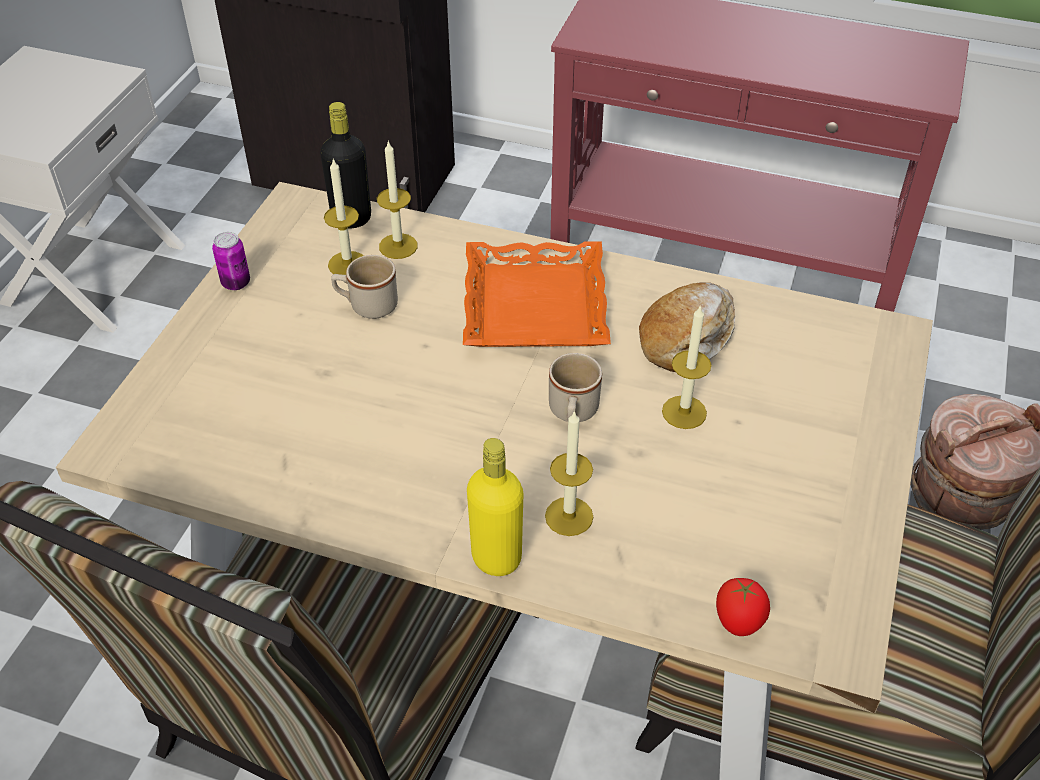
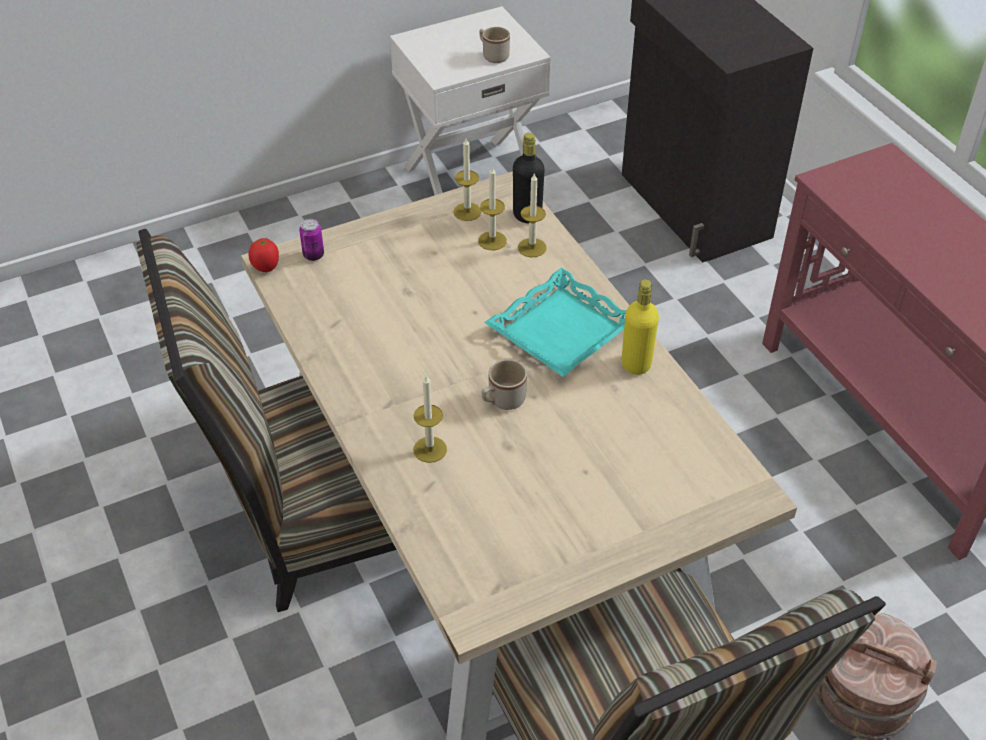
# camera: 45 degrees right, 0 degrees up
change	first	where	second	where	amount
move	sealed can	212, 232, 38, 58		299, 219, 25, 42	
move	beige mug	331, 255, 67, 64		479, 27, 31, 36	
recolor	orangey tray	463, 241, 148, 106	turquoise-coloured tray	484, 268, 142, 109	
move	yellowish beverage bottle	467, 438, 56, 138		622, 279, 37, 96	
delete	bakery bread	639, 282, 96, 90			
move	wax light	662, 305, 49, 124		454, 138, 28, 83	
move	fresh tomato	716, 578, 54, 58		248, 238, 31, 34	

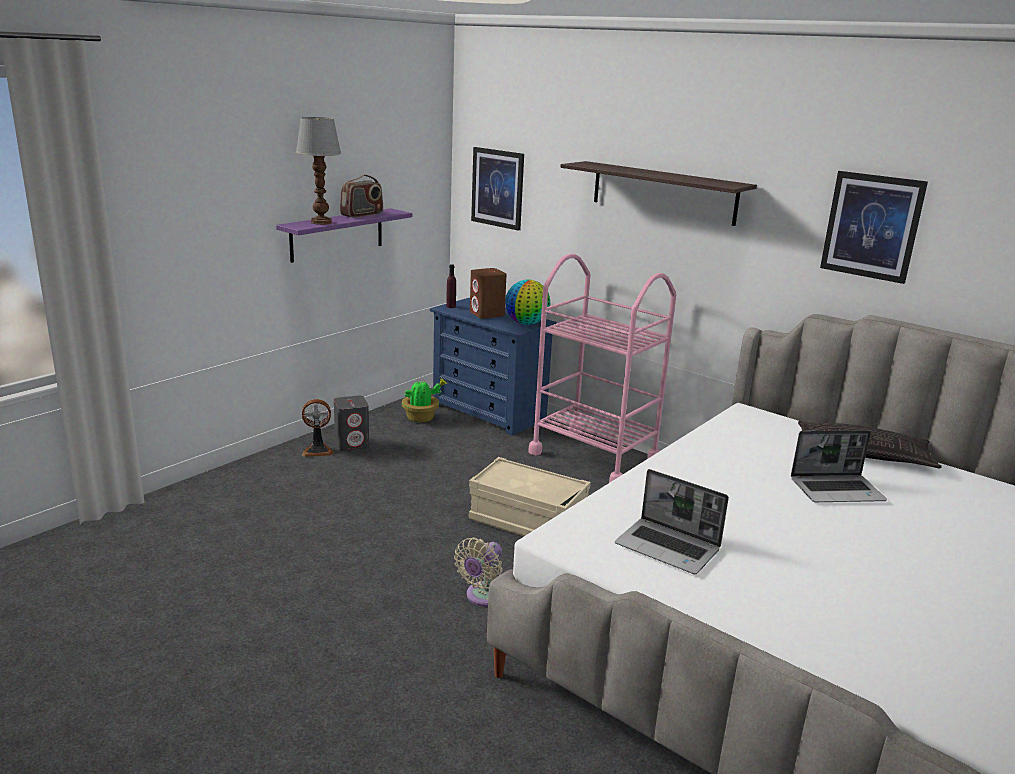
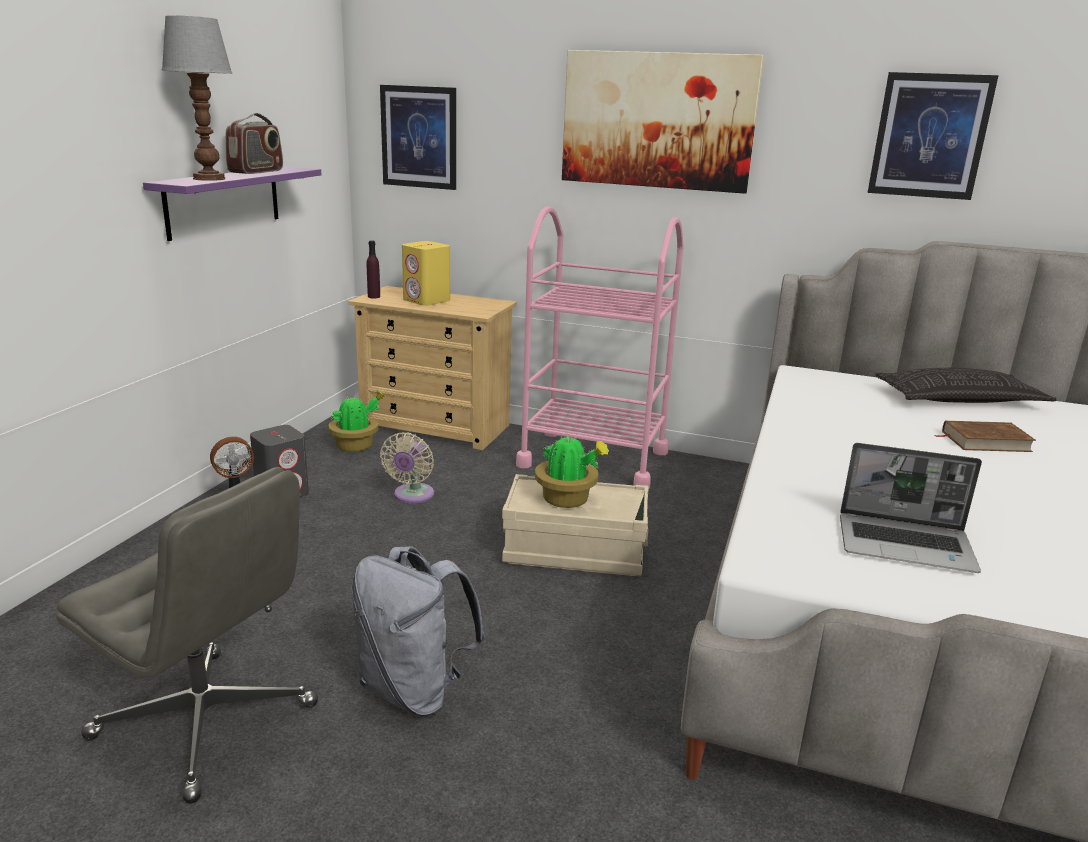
# camera: 20 degrees left, 0 degrees up
change	first	where	second	where	amount
recolor	blue-coloured chest of drawers	430, 298, 127, 138	beige chest of drawers	348, 286, 169, 164	
move	beige cooling fan	454, 537, 48, 70		380, 432, 54, 72	
recolor	brown loudspeaker	470, 268, 37, 51	yellowish loudspeaker	402, 241, 48, 65	
delete	globe	505, 279, 45, 46			
replace	bracket shelf	560, 161, 197, 65	wall picture	562, 50, 202, 144	
replace	notebook computer	791, 430, 96, 72	brown bound book	935, 421, 101, 31	
insert			greyish office chair	56, 467, 262, 337	
insert			greyish backpack	352, 546, 134, 170	
insert			potted plant	535, 433, 74, 75	

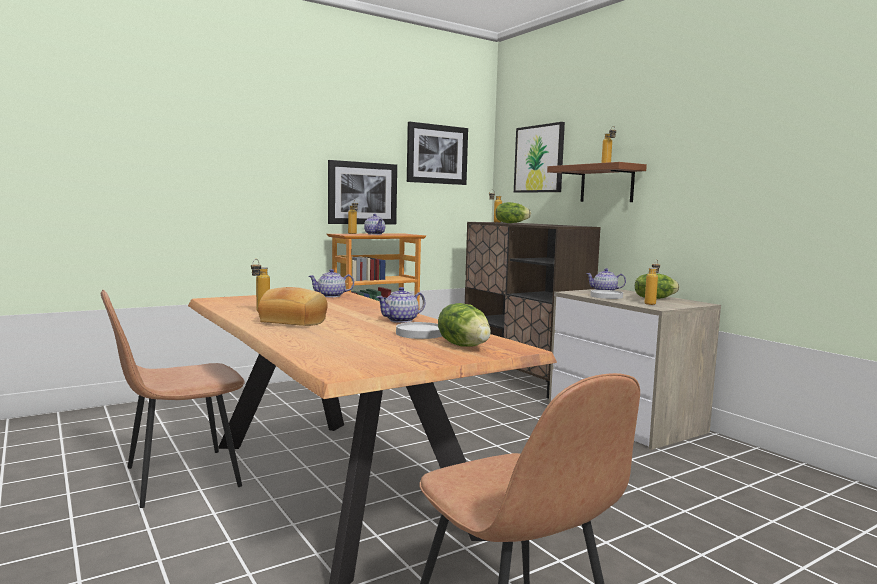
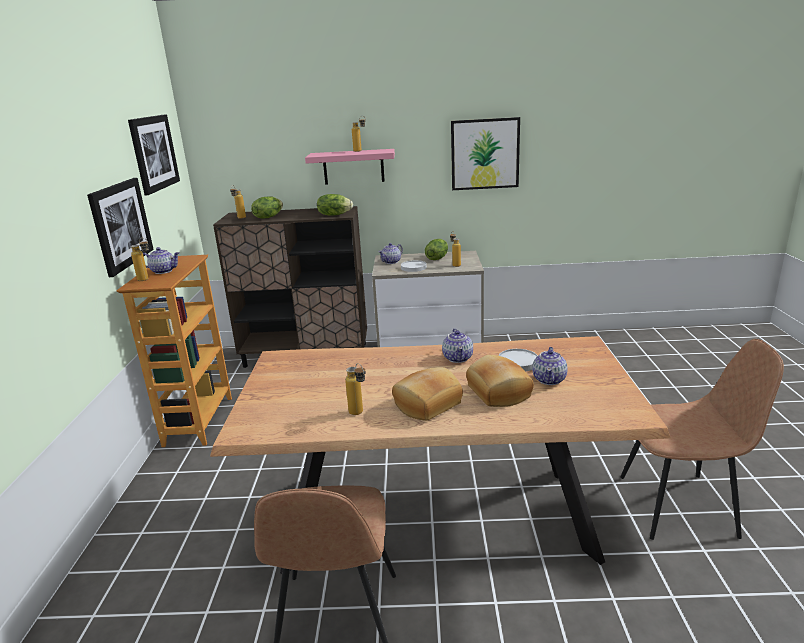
# camera: 55 degrees left, 15 degrees up
change	first	where	second	where	amount
move	pot for tea	308, 269, 46, 28		532, 347, 36, 38	
move	lettuce head	438, 303, 53, 44		317, 194, 36, 22	
move	wall picture	514, 122, 51, 71		451, 117, 69, 73	
recolor	brown bracket shelf	547, 162, 100, 40	pink-coloured bracket shelf	305, 149, 90, 36	
insert			bakery bread	466, 355, 68, 52	

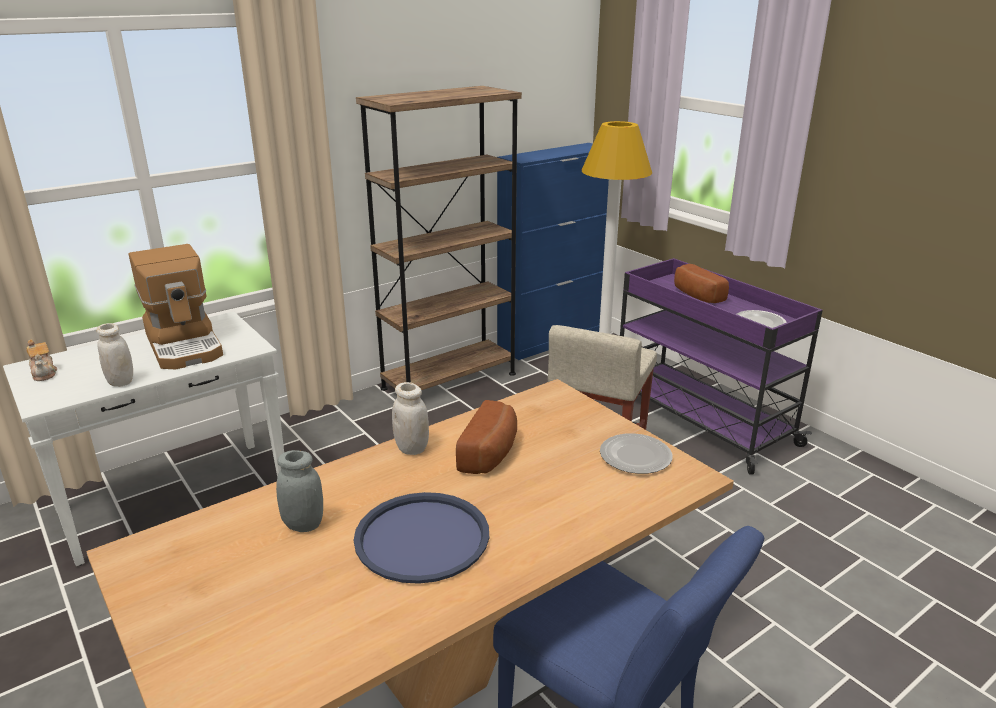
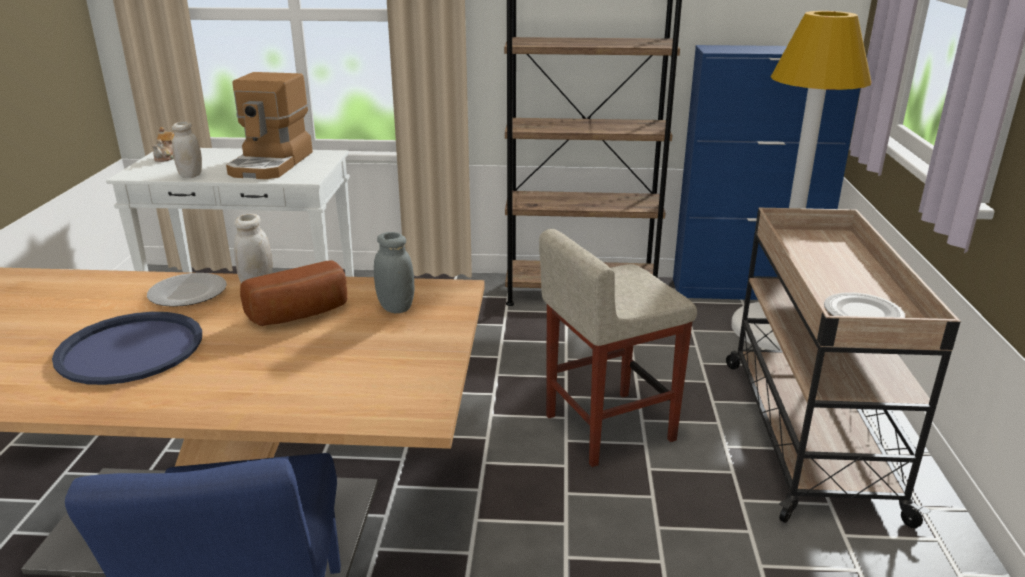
# camera: 40 degrees right, 0 degrees up
change	first	where	second	where	amount
move	greyish jar	276, 450, 47, 82		374, 232, 40, 81	
move	dinner plate	600, 433, 73, 41		147, 273, 80, 34	
recolor	purple cart	620, 258, 203, 217	beige cart	726, 208, 234, 320	
delete	bakery bread	674, 264, 55, 39			

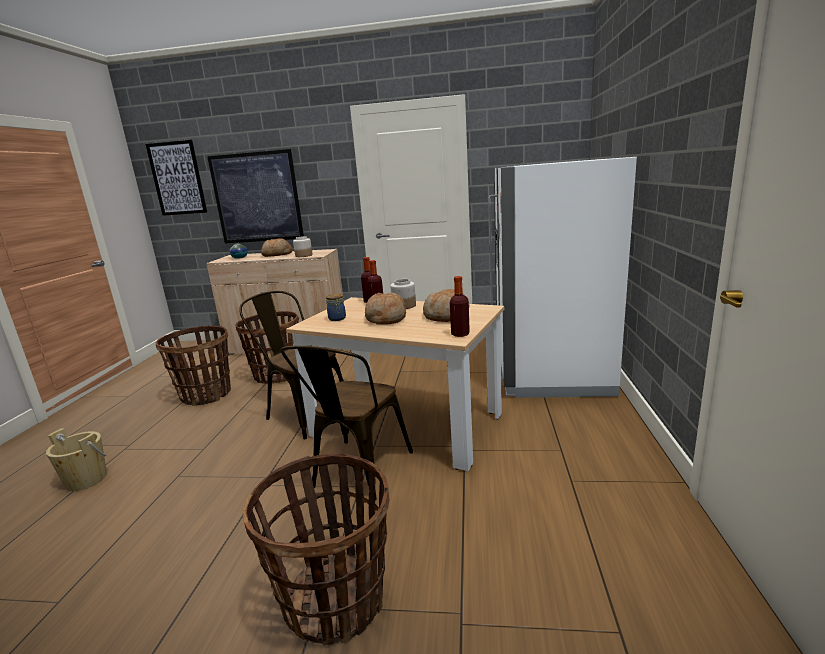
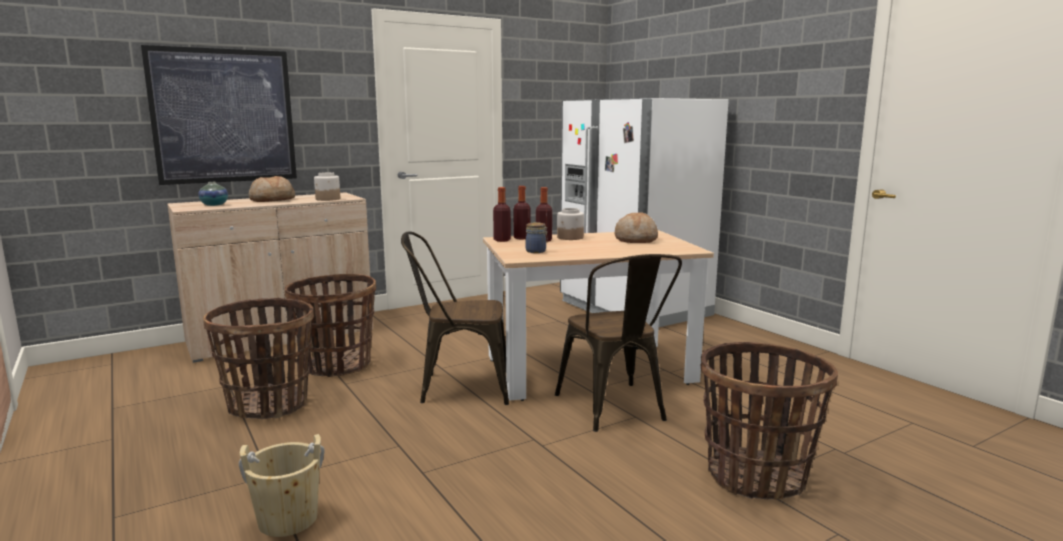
# camera: 40 degrees left, 5 degrees down
change	first	where	second	where	amount
delete	wall picture	146, 140, 61, 76			
delete	bakery bread	365, 293, 41, 32			
move	beverage bottle	450, 276, 20, 61		493, 187, 18, 55	

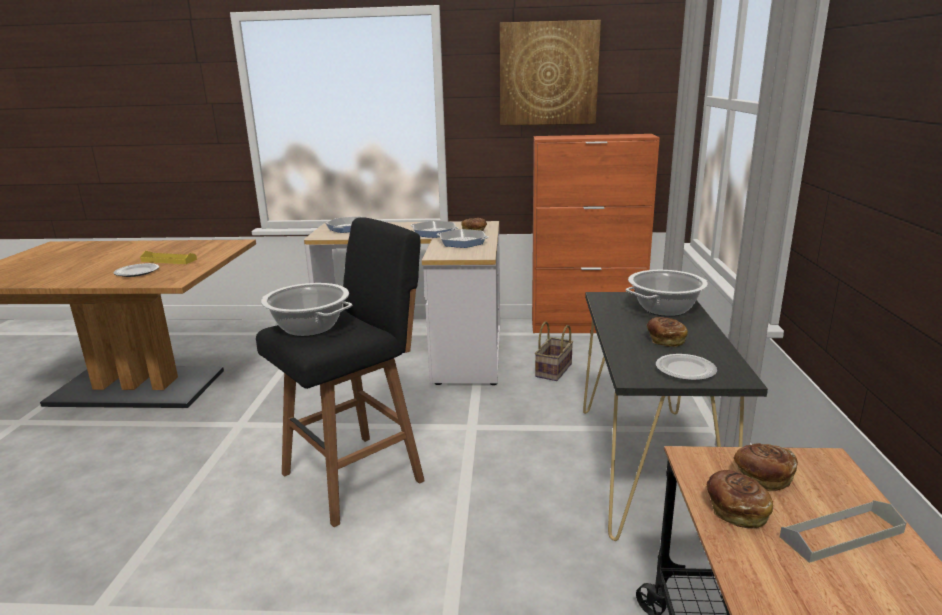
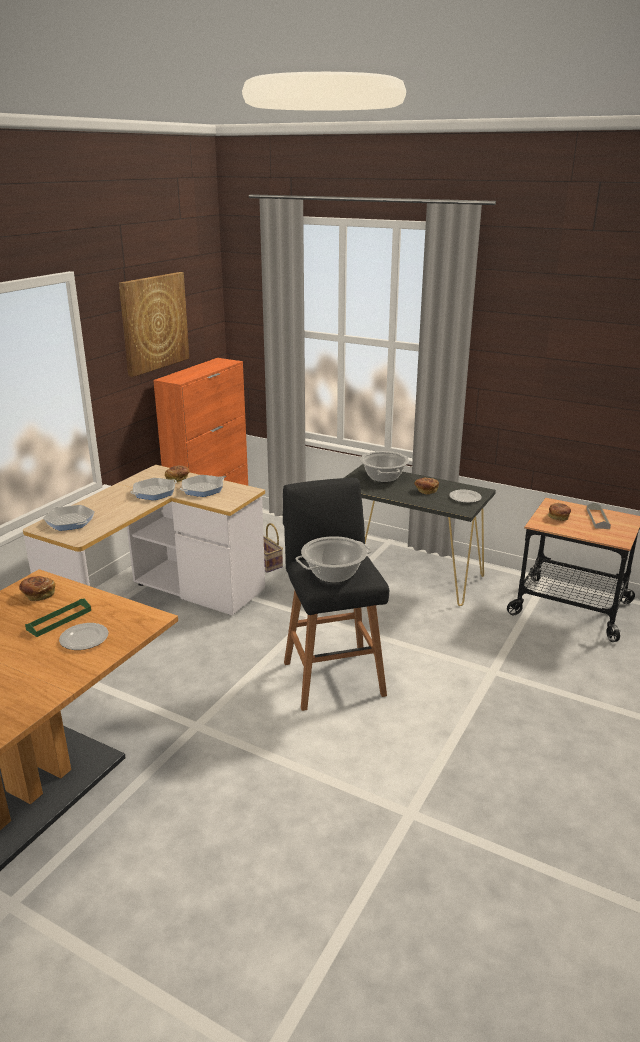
# camera: 65 degrees left, 5 degrees up
change	first	where	second	where	amount
recolor	yellowish tray	140, 251, 57, 13	greenish tray	25, 599, 66, 38	
move	bakery bread	707, 470, 66, 59		19, 576, 36, 25	

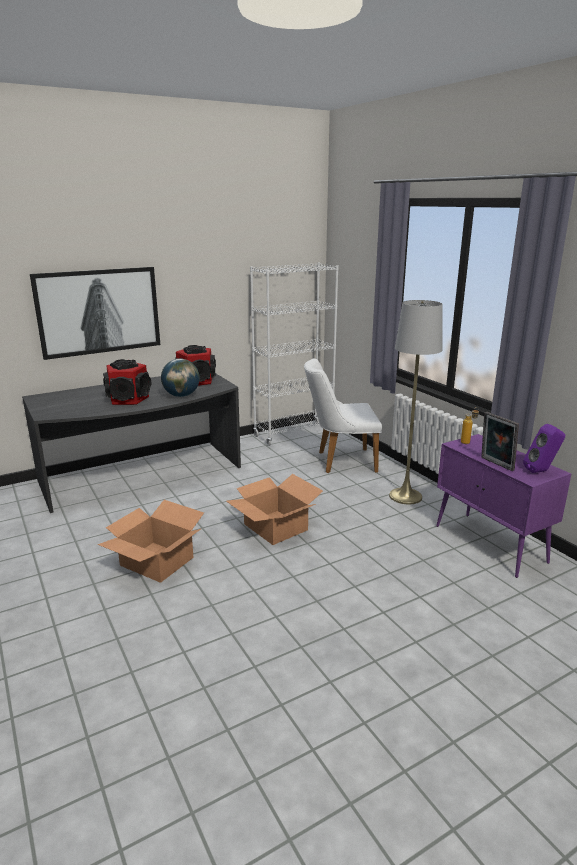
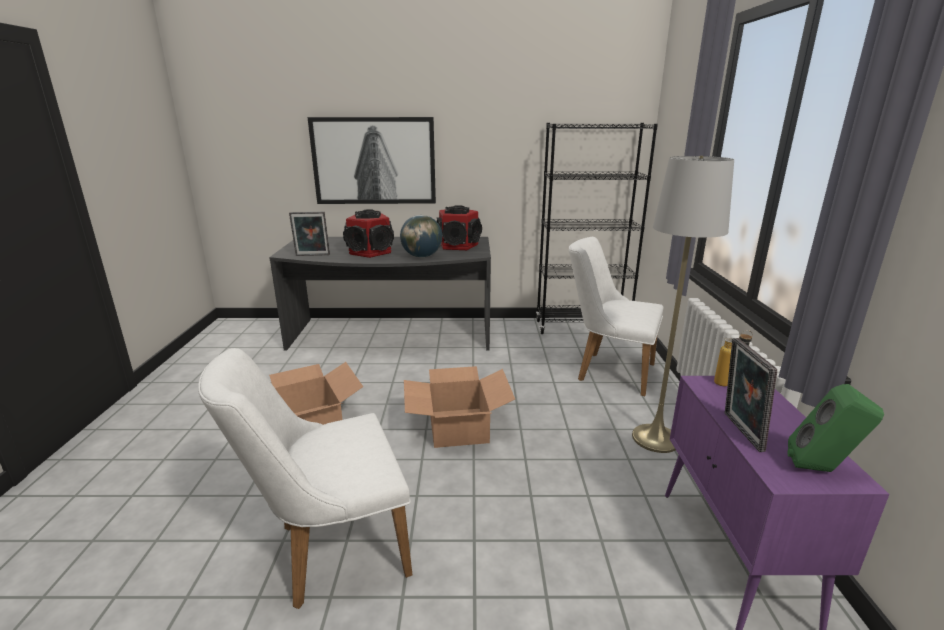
# camera: 30 degrees right, 0 degrees up
change	first	where	second	where	amount
recolor	white bookshelf	250, 263, 89, 183	blackish bookshelf	536, 123, 122, 211	
recolor	purple loudspeaker	523, 424, 42, 49	greenish loudspeaker	787, 384, 97, 88	
insert			white chair	198, 348, 214, 261	
insert			standing frame	289, 212, 41, 44	

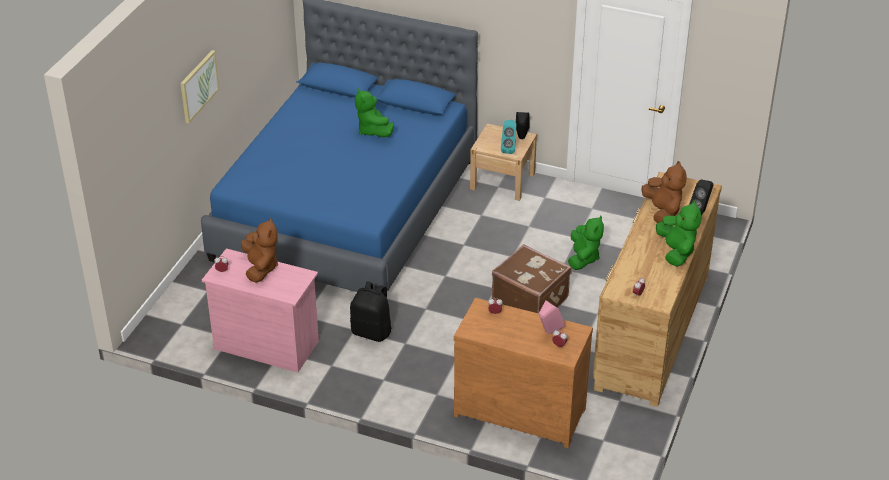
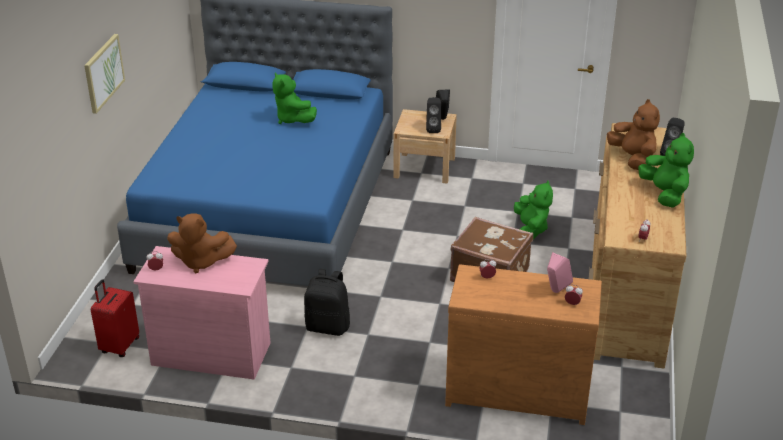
# camera: 10 degrees left, 5 degrees down
change	first	where	second	where	amount
rotate	brown cuddly toy	241, 218, 37, 65		167, 214, 70, 59	120 degrees clockwise
recolor	turquoise-coloured loudspeaker	501, 120, 15, 34	blackish loudspeaker	426, 97, 15, 36	
insert			red-coloured travel case	91, 279, 48, 78	

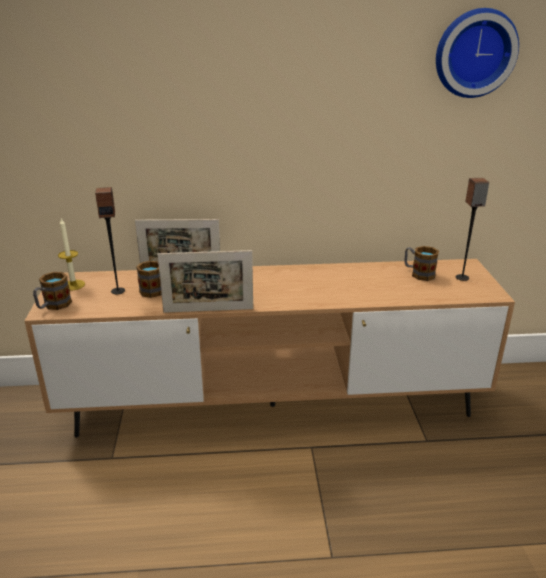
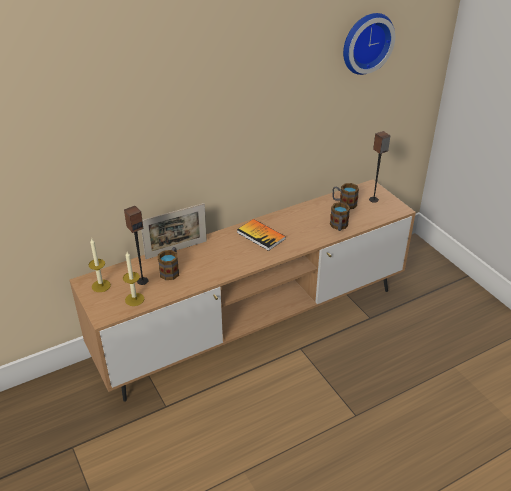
# camera: 25 degrees left, 10 degrees up
change	first	where	second	where	amount
move	mug	33, 272, 39, 38		330, 202, 20, 29	
delete	standing frame	157, 250, 96, 63			
insert			wax light	123, 252, 21, 54	
insert			bound book	237, 219, 49, 32	

